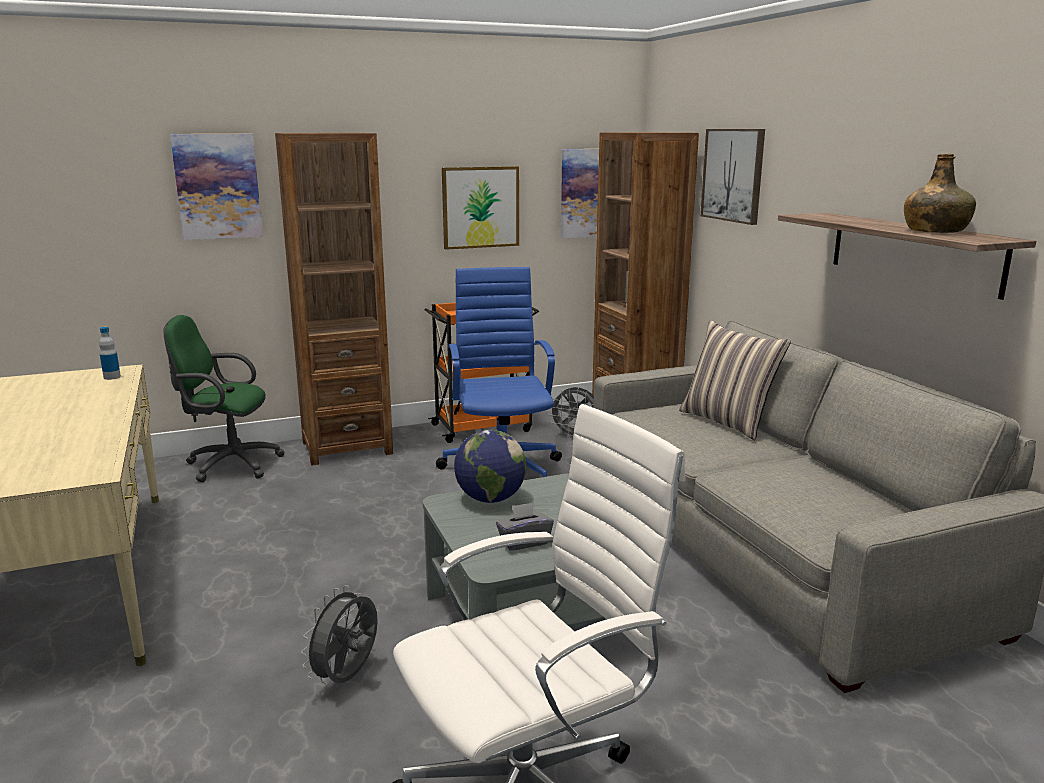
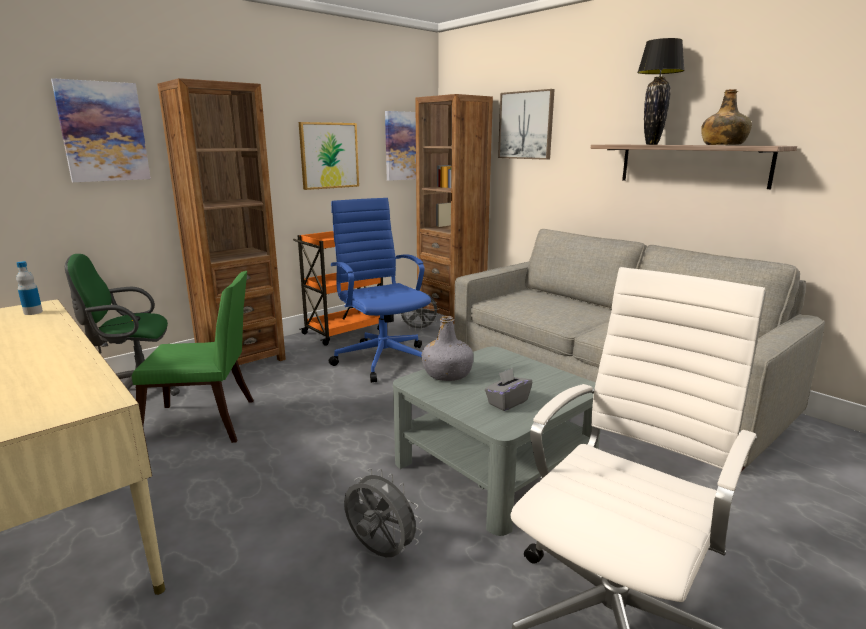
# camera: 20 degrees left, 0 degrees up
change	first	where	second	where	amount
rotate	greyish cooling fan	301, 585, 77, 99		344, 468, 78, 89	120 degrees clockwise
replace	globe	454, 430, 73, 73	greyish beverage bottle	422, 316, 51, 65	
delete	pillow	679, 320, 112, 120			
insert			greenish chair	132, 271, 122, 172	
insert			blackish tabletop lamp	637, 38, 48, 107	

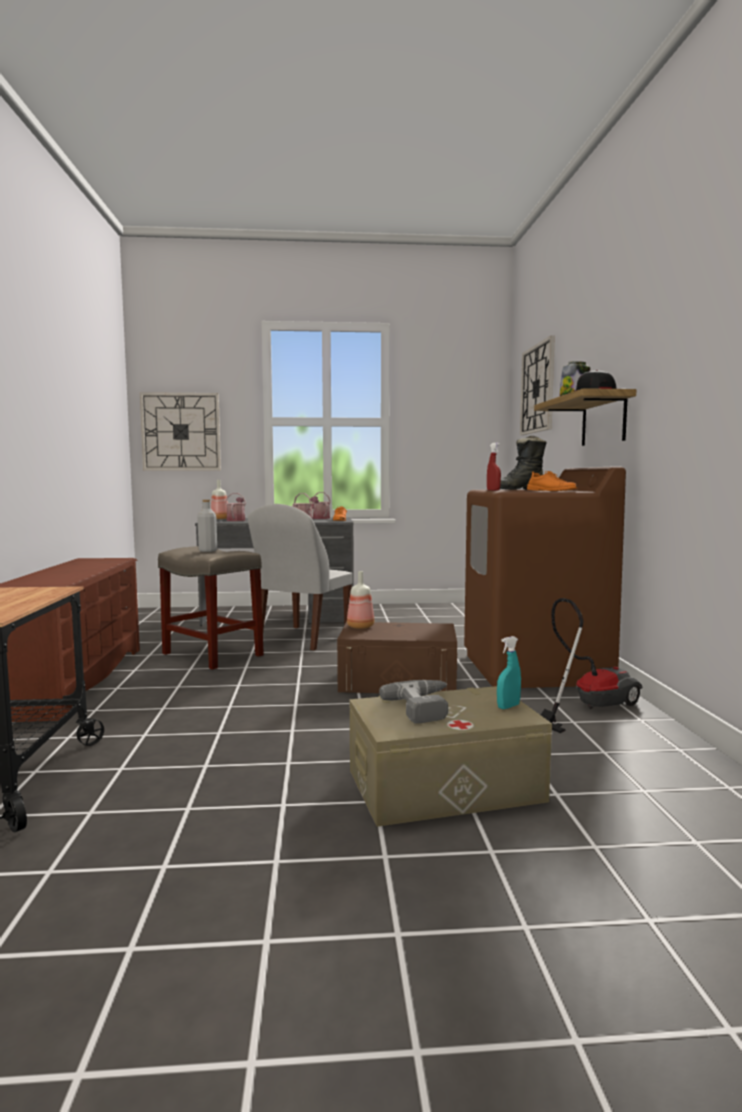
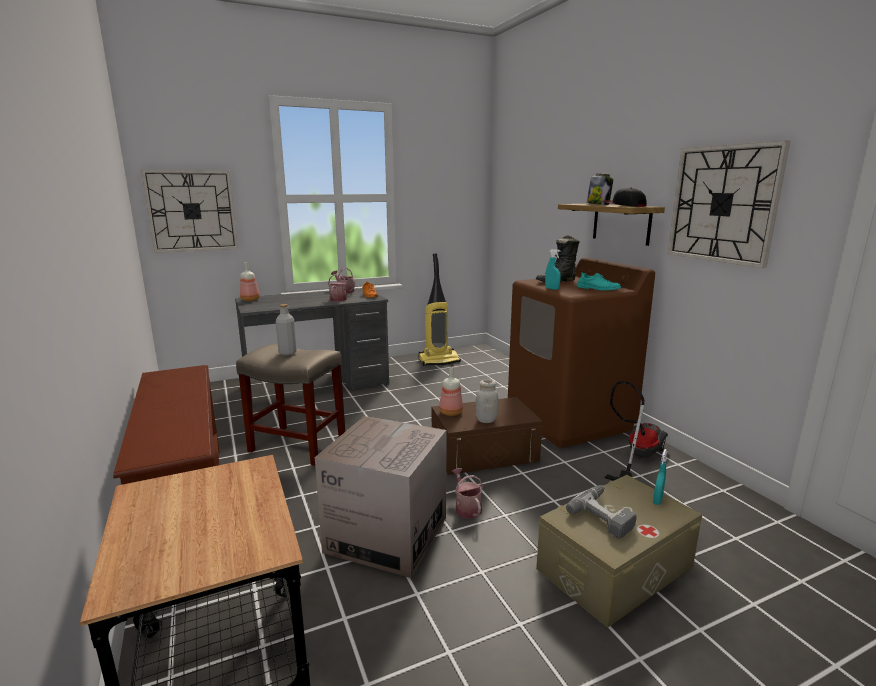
# camera: 20 degrees left, 10 degrees up
change	first	where	second	where	amount
move	sprinkling can	225, 493, 21, 28		452, 468, 31, 51	
delete	white chair	247, 504, 105, 147			
recolor	red-coloured hand sprayer	487, 442, 14, 49	turquoise-coloured hand sprayer	545, 249, 16, 41	
move	hanging clock	520, 335, 35, 100		667, 140, 123, 128	
recolor	orangey low shoe	527, 471, 50, 20	turquoise-coloured low shoe	577, 272, 44, 19	
insert			packing box	315, 416, 132, 162	
insert			vacuum	419, 253, 42, 113	
insert			white jar	476, 380, 23, 43	

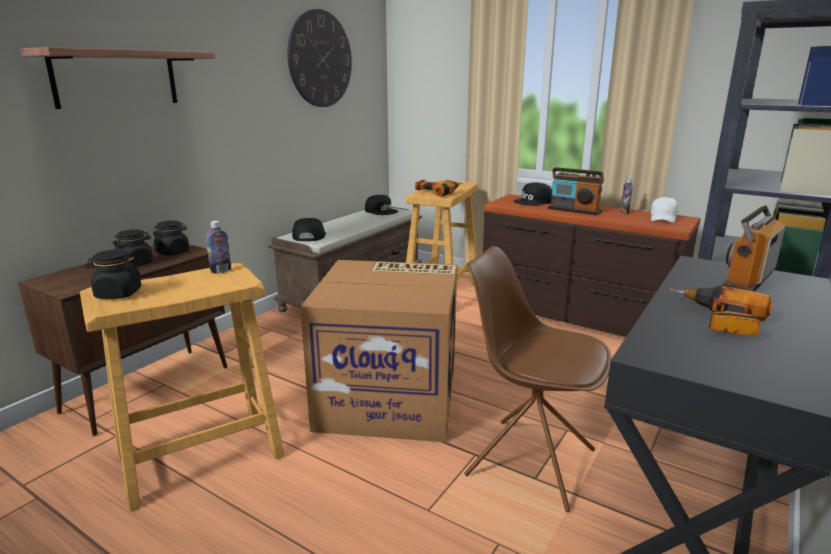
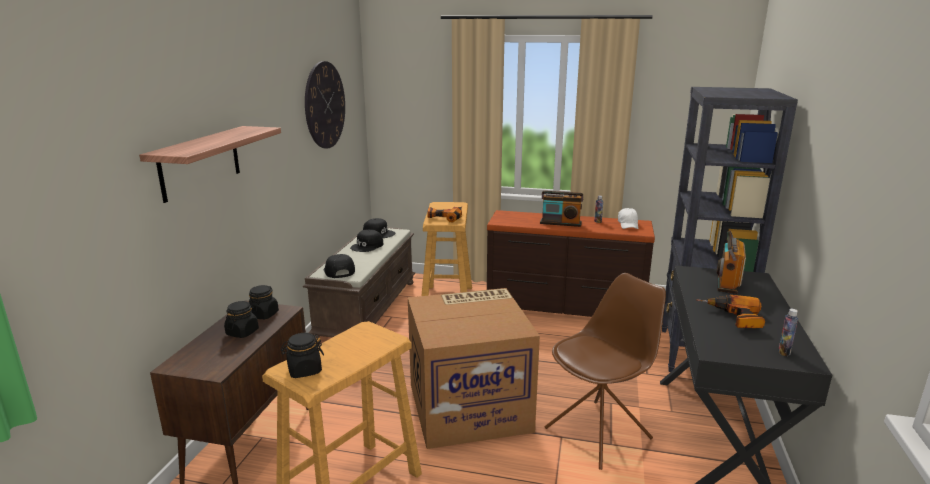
# camera: 20 degrees left, 0 degrees up
change	first	where	second	where	amount
move	beverage bottle	206, 221, 25, 53		778, 309, 20, 47	
rotate	brown chair	464, 246, 148, 266		544, 273, 122, 197	135 degrees clockwise
move	blackish cap	513, 183, 39, 23		350, 229, 33, 23	

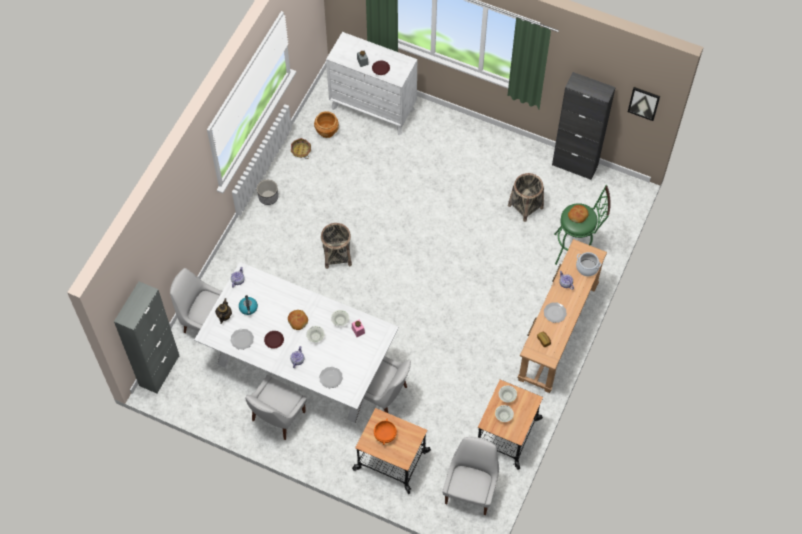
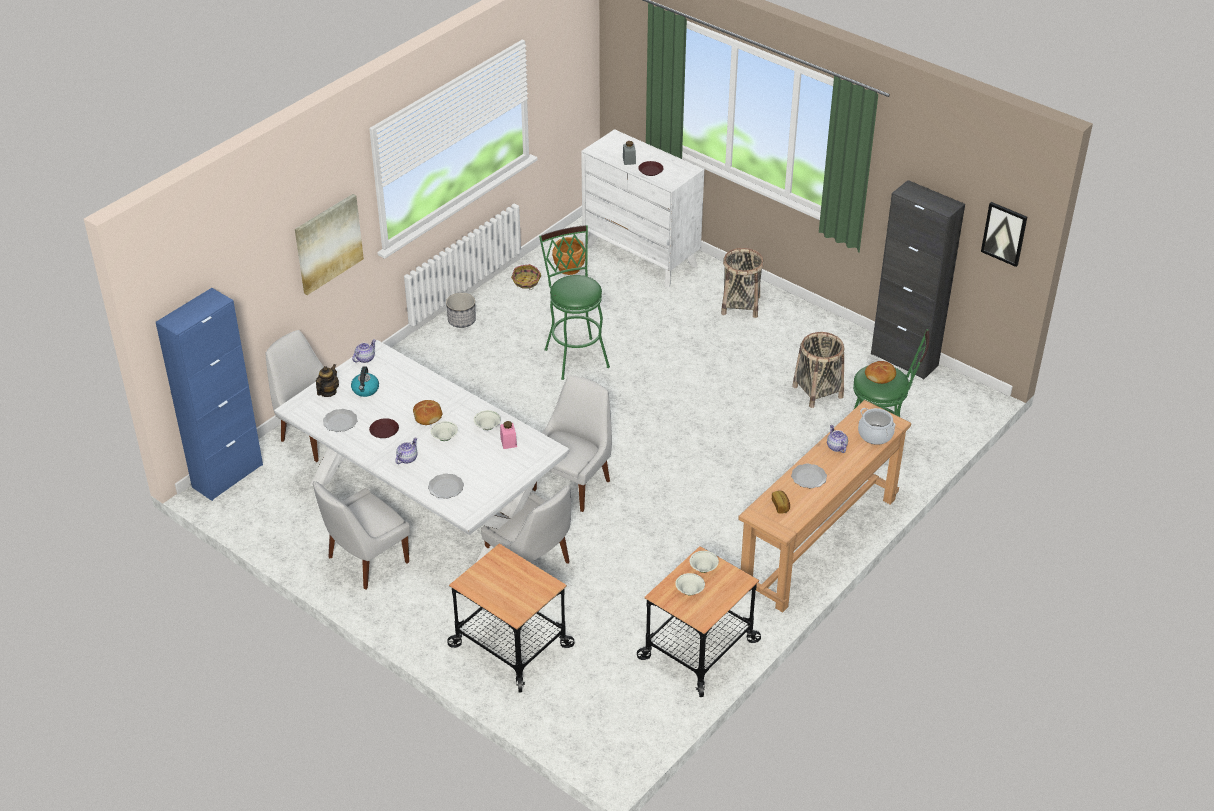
# camera: 15 degrees right, 20 degrees down
change	first	where	second	where	amount
recolor	greyish storage cabinet	114, 281, 65, 113	blue-coloured storage cabinet	156, 288, 107, 213	
move	household basket	321, 223, 31, 46		721, 248, 43, 70	
delete	orangey bowl	374, 419, 23, 26			
move	white chair	442, 437, 57, 78		533, 375, 79, 137	
insert			wall picture	295, 194, 69, 101	
insert			greenish stool seat	539, 225, 71, 155	

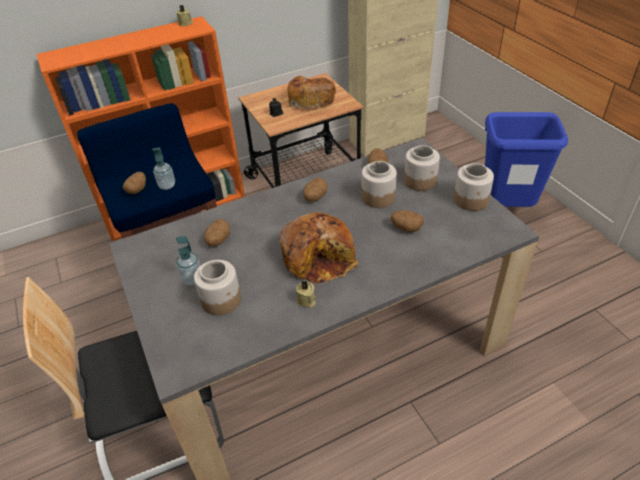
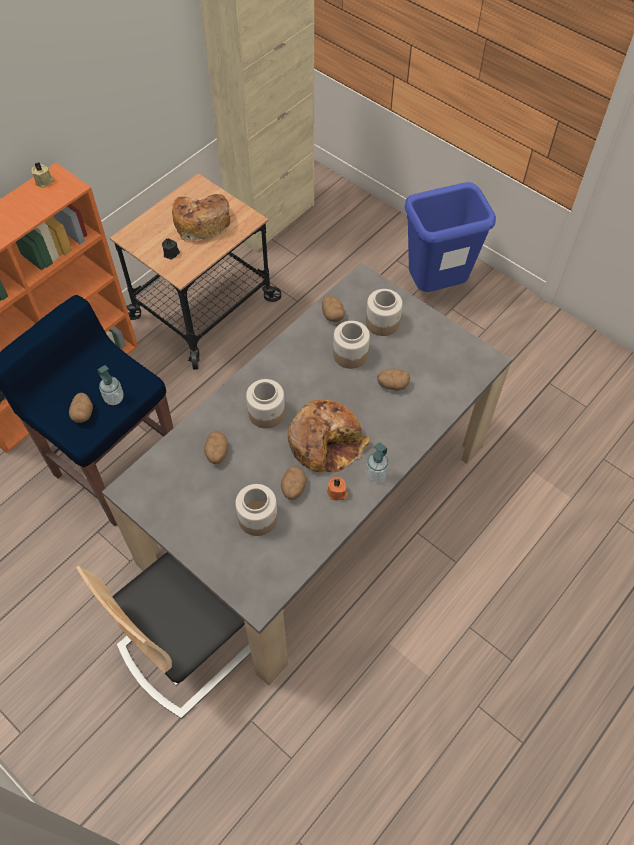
# camera: 25 degrees left, 15 degrees up
change	first	where	second	where	amount
move	soap dispenser	176, 236, 25, 49		366, 442, 23, 40	
recolor	beige wax light	296, 281, 20, 27	orangey wax light	327, 477, 21, 23	
move	spud	303, 177, 25, 25		281, 466, 25, 34	
move	jar	454, 163, 40, 48		246, 379, 39, 50	

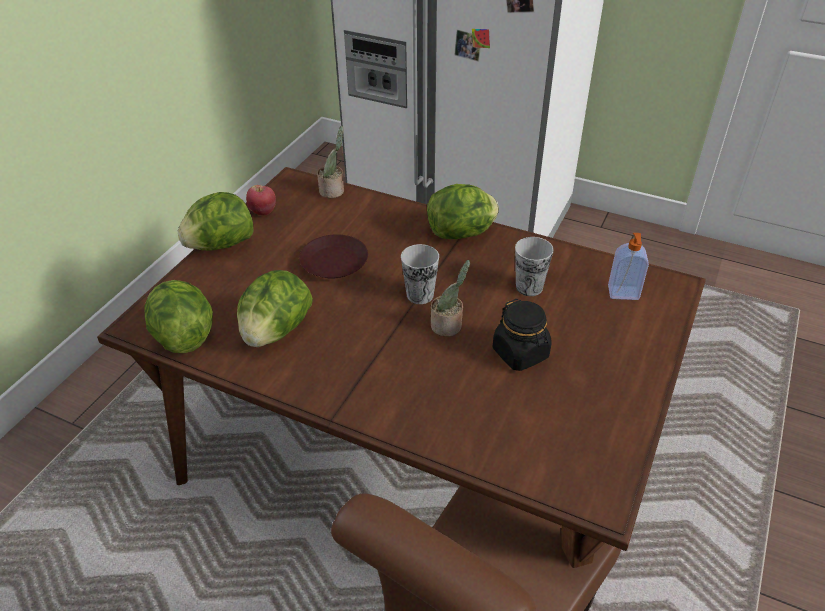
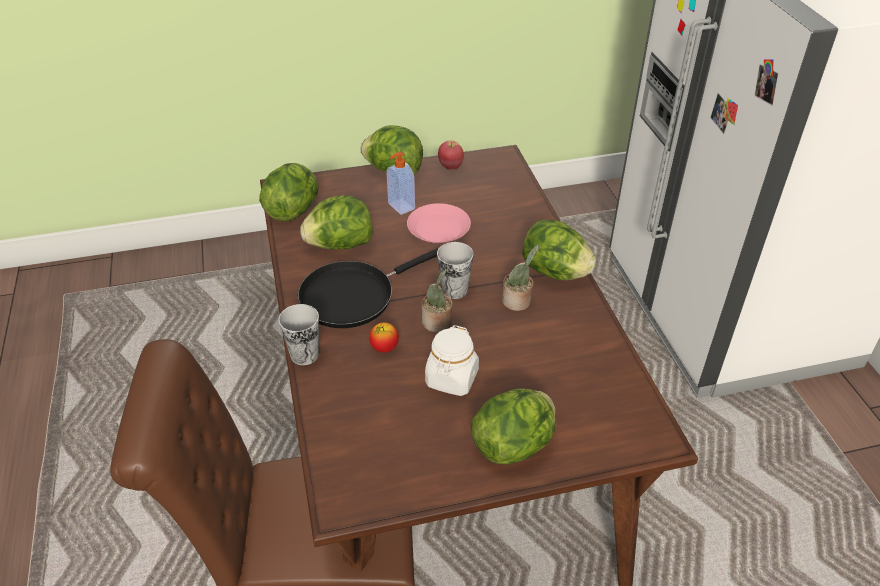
# camera: 50 degrees right, 0 degrees up
change	first	where	second	where	amount
recolor	brown dinner plate	299, 234, 69, 45	pink-coloured dinner plate	407, 203, 64, 41	
move	potted plant	317, 126, 27, 72		502, 244, 37, 67	
recolor	blackish jar	493, 299, 58, 72	white jar	425, 325, 54, 71	
move	cup	515, 237, 39, 59		279, 304, 40, 61	
move	soap dispenser	608, 233, 41, 67		386, 152, 29, 63	
insert			blackish frying pan	298, 248, 141, 80	
insert			apple	369, 322, 30, 31	
insert			lettuce head	471, 389, 85, 76	

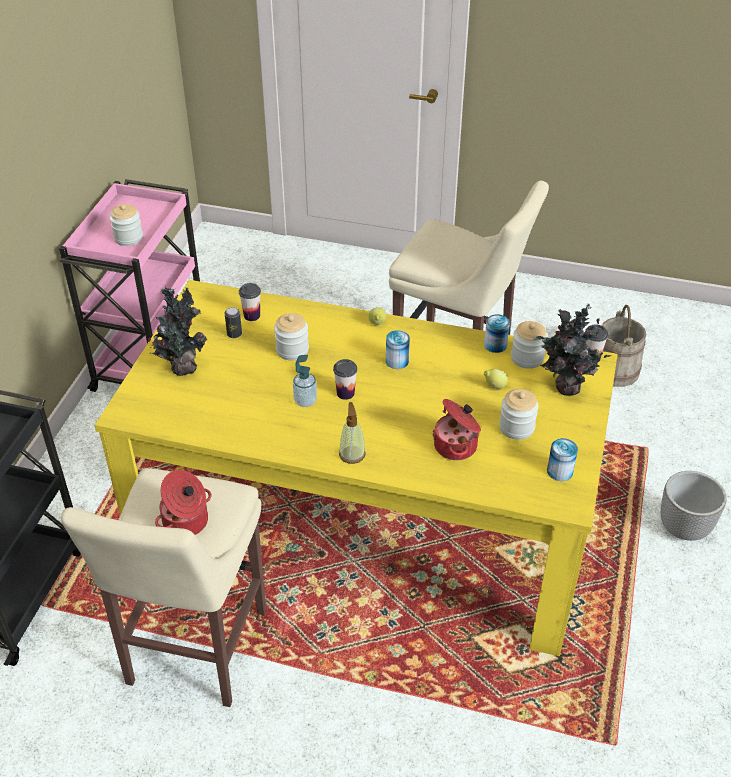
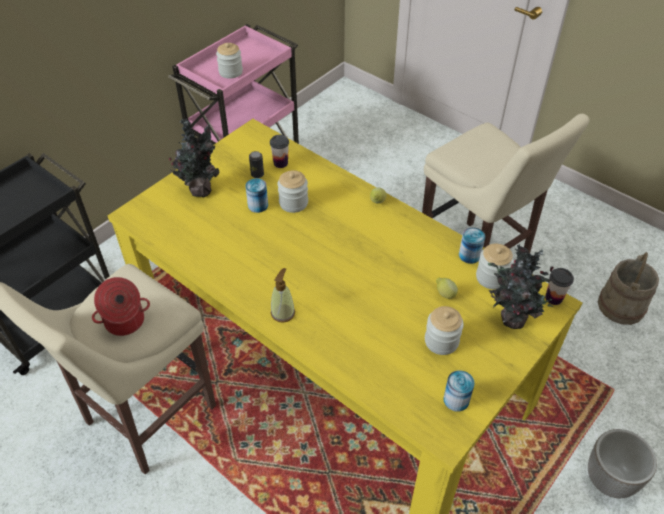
# camera: 25 degrees right, 5 degrees up
change	first	where	second	where	amount
delete	soap dispenser	293, 355, 24, 52			
delete	cup	333, 359, 24, 41			
move	sealed can	386, 330, 24, 39		245, 178, 23, 35	
delete	saucepot	433, 399, 48, 61			

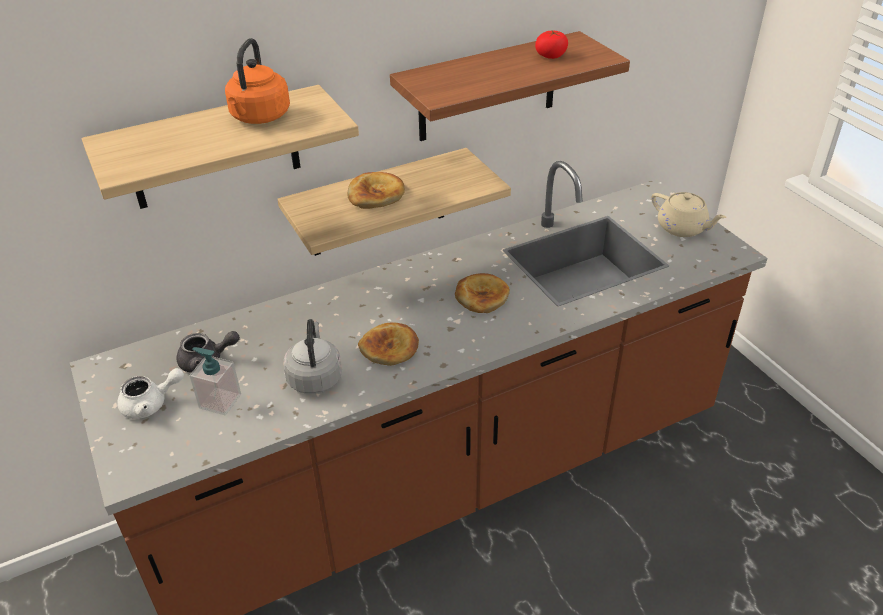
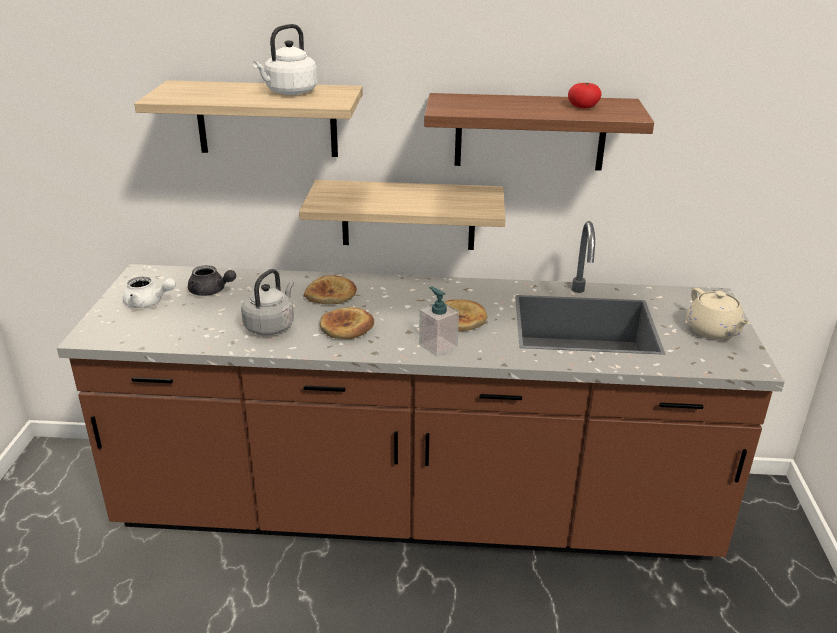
# camera: 30 degrees right, 10 degrees down
change	first	where	second	where	amount
move	soap dispenser	189, 347, 52, 68		419, 286, 40, 70	
recolor	orangey water kettle	225, 38, 65, 86	white water kettle	253, 24, 65, 71	
move	bakery bread	347, 172, 58, 37		304, 275, 53, 29	

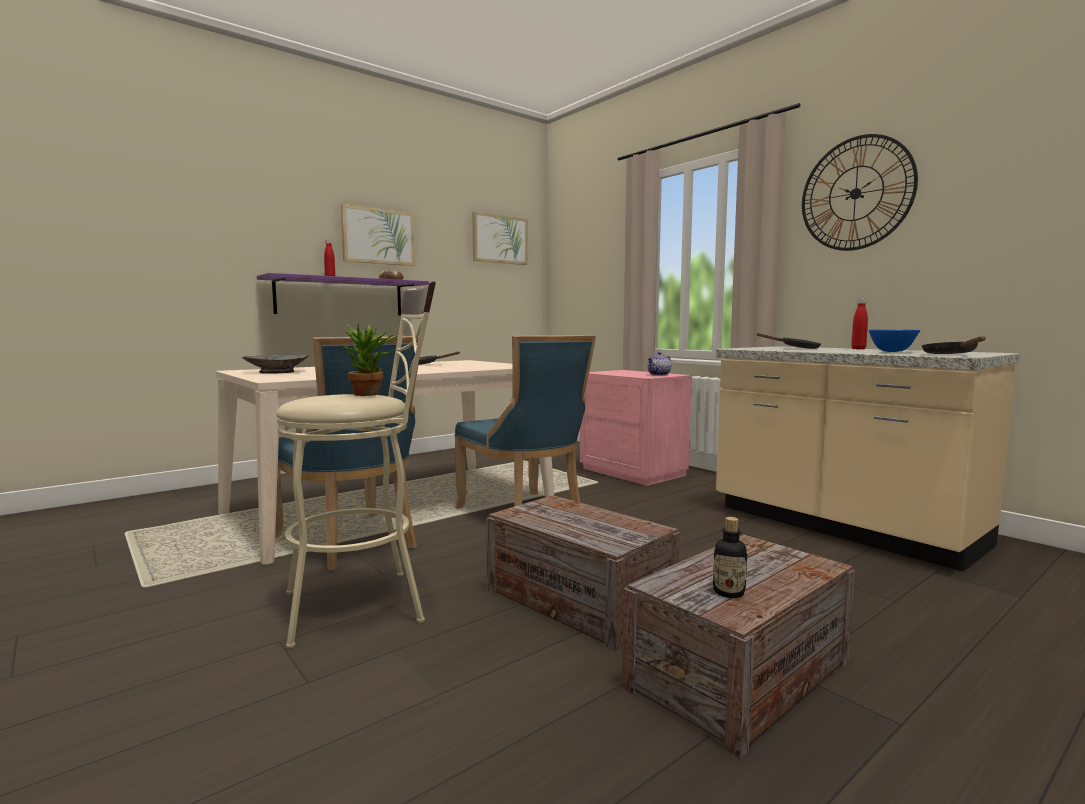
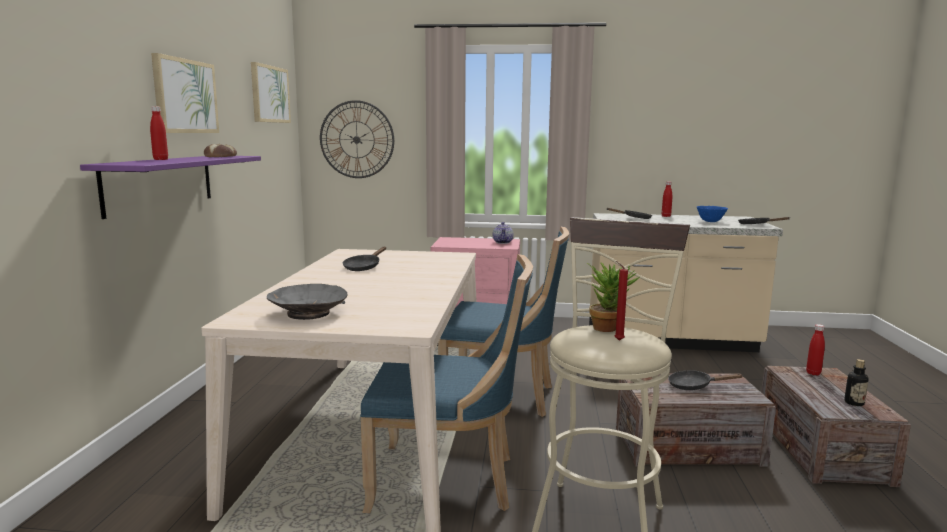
# camera: 45 degrees left, 5 degrees up
change	first	where	second	where	amount
move	hanging clock	802, 134, 116, 117		320, 100, 74, 78	
insert			red-coloured wax light	615, 261, 13, 80	
insert			blackish frying pan	668, 370, 75, 20	
insert			red-coloured beverage bottle	806, 324, 19, 51	

